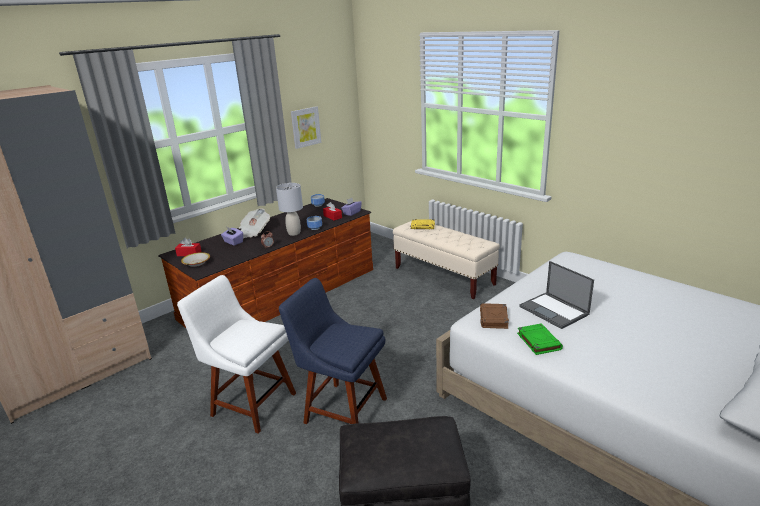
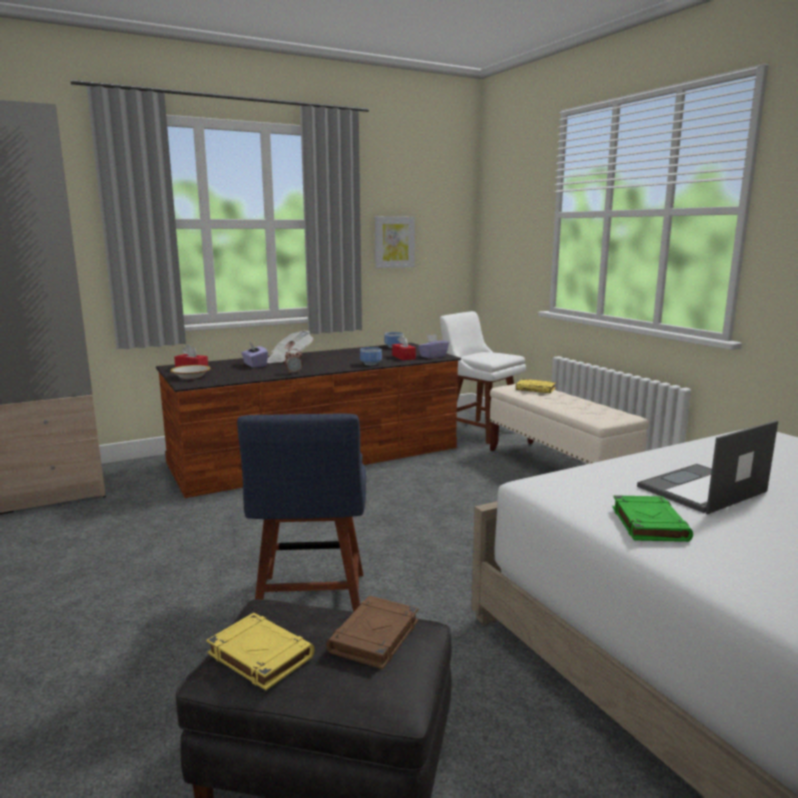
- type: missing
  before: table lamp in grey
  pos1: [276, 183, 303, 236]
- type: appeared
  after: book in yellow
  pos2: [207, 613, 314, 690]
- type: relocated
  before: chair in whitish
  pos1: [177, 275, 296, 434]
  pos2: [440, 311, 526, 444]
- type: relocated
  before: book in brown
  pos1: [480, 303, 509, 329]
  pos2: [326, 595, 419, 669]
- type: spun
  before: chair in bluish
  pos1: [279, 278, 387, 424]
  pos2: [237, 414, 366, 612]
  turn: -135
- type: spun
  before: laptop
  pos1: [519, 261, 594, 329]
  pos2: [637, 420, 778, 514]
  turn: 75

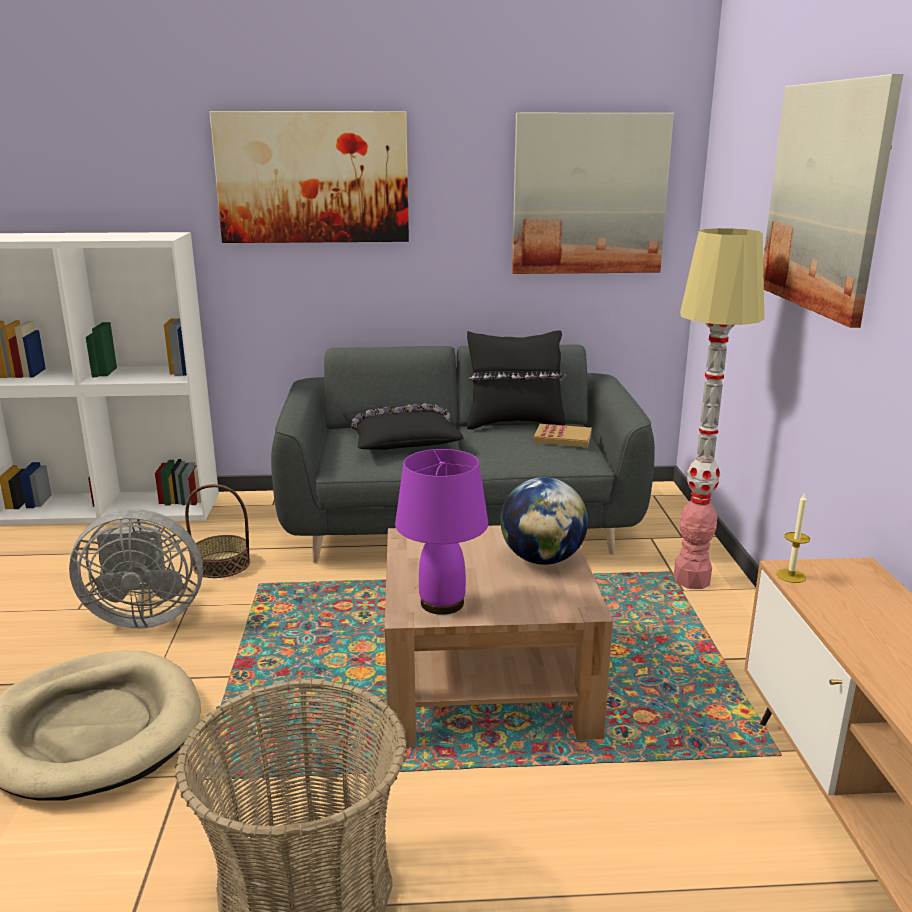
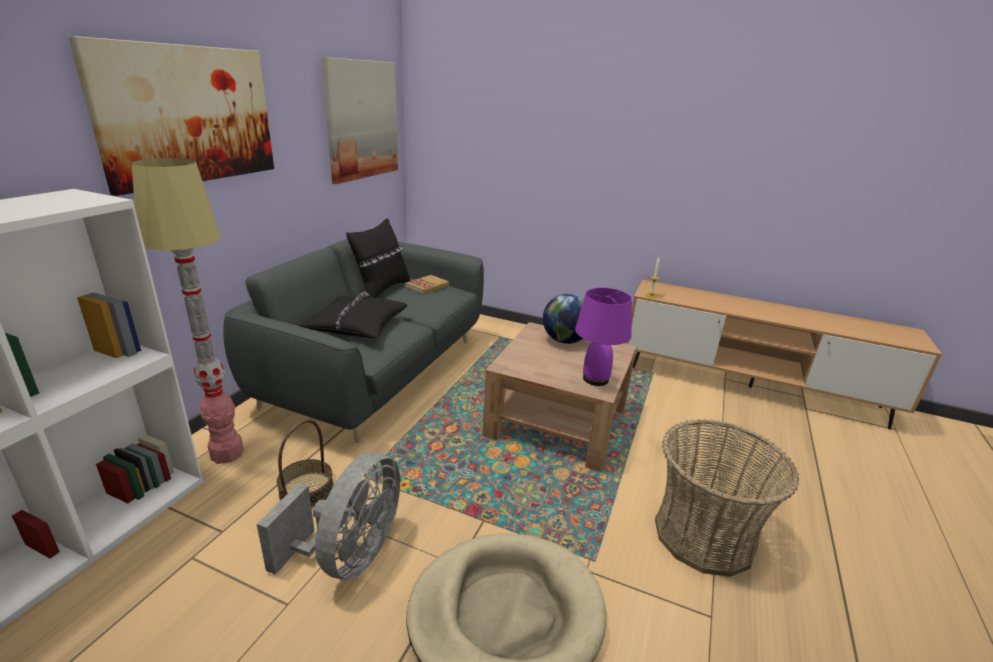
- type: missing
  before: picture
  pos1: [763, 74, 904, 328]
- type: relocated
  before: floor lamp
  pos1: [673, 228, 764, 589]
  pos2: [132, 158, 244, 464]

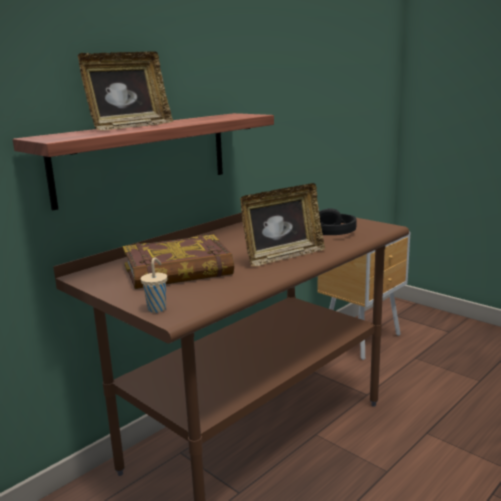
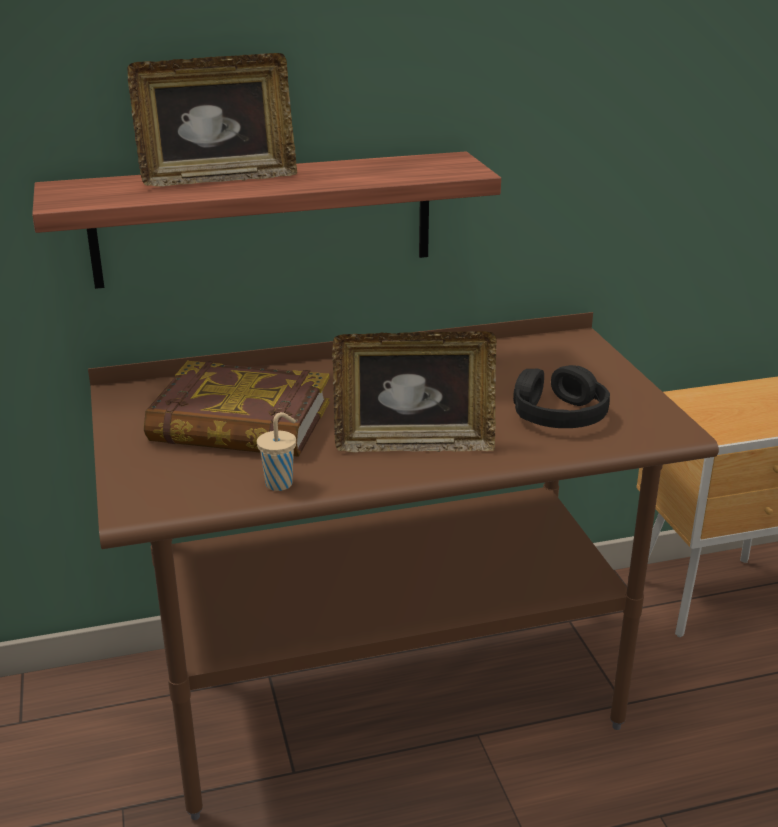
- type: relocated
  before: drinking cup in beige
  pos1: [141, 257, 167, 313]
  pos2: [257, 412, 296, 491]

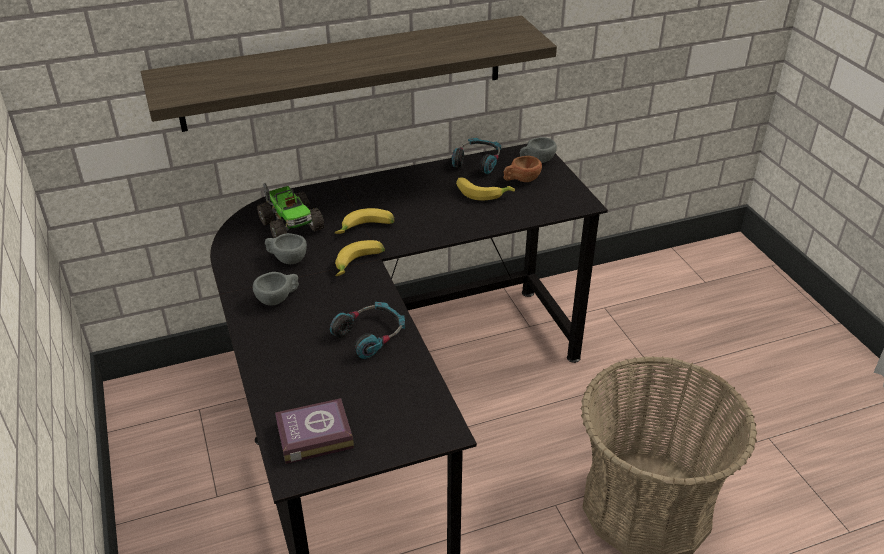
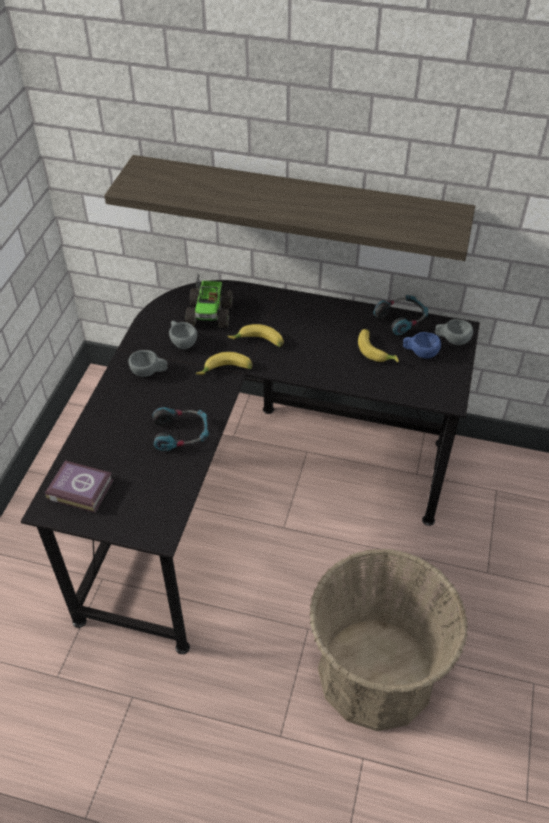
- type: colour
  before: drinking cup in brown
  after: drinking cup in bluish
  pos1: [504, 156, 542, 182]
  pos2: [403, 332, 441, 359]

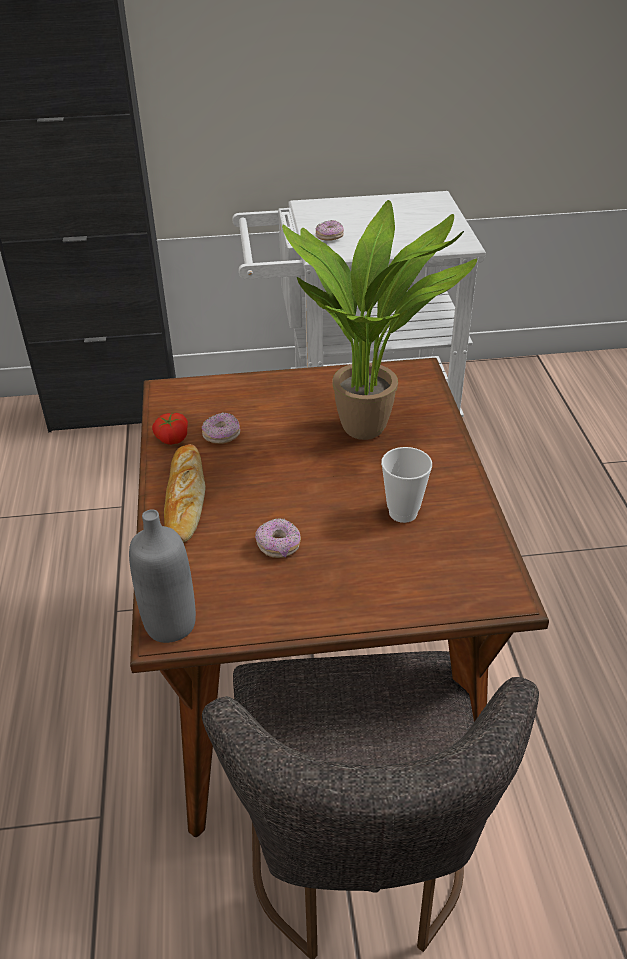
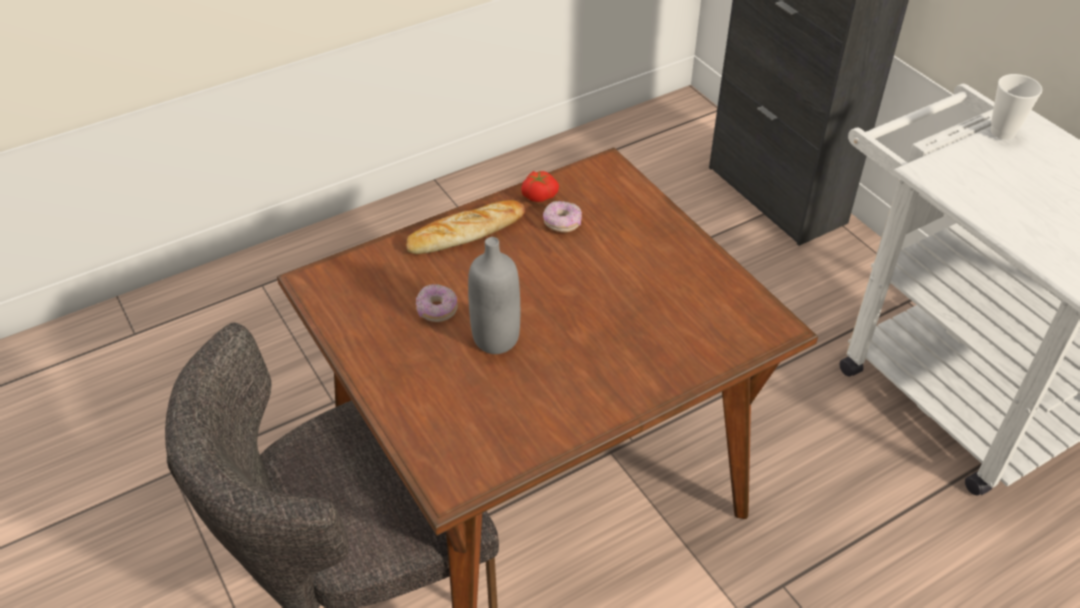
- type: missing
  before: potted plant
  pos1: [282, 200, 477, 440]
- type: missing
  before: ring doughnut
  pos1: [316, 220, 344, 241]
- type: relocated
  before: bottle in grey
  pos1: [129, 509, 196, 643]
  pos2: [468, 237, 520, 354]
- type: relocated
  before: drinking cup
  pos1: [381, 447, 432, 523]
  pos2: [990, 74, 1042, 140]

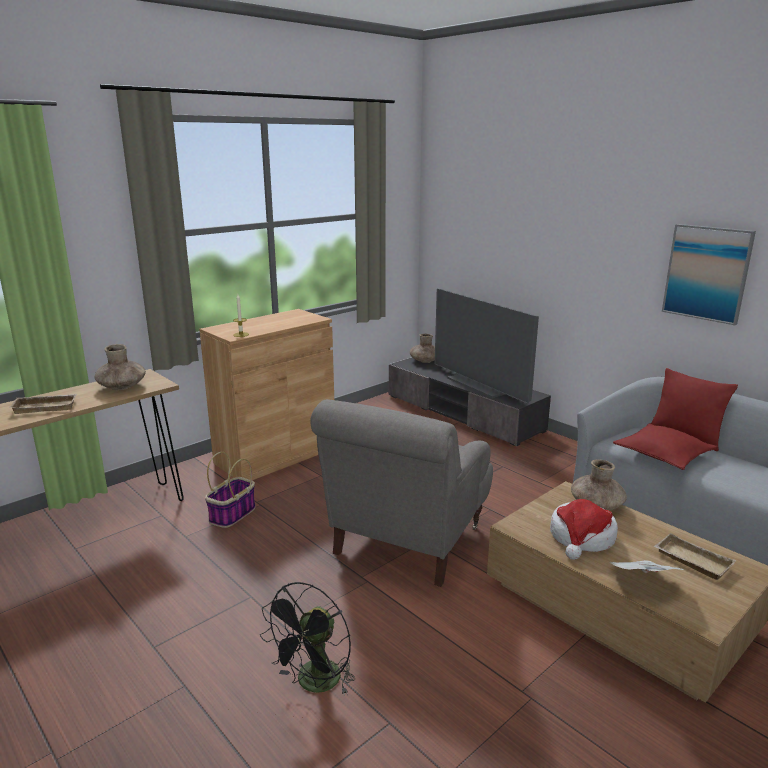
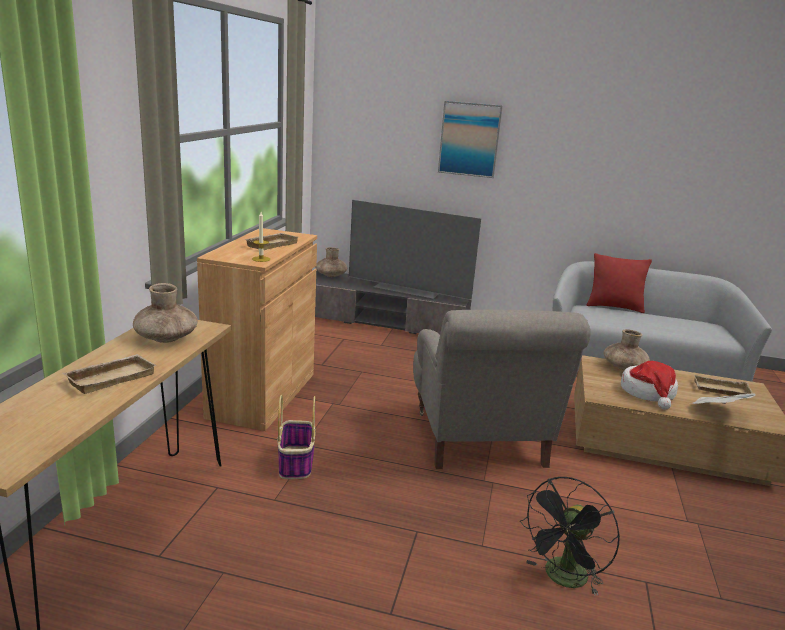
- type: missing
  before: throw pillow in reddish
  pos1: [613, 423, 718, 470]
- type: appeared
  after: tray in beige
  pos2: [244, 233, 298, 250]
- type: relocated
  before: picture
  pos1: [662, 224, 756, 325]
  pos2: [438, 101, 503, 178]
- type: spun
  before: fan in black
  pos1: [260, 582, 355, 696]
  pos2: [520, 477, 620, 596]
  turn: 45

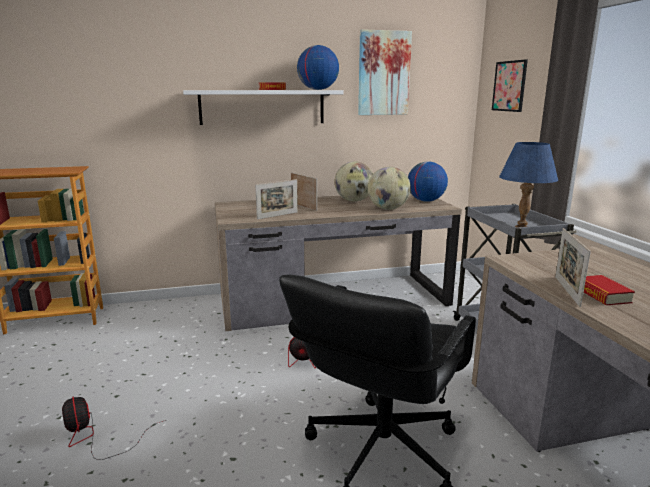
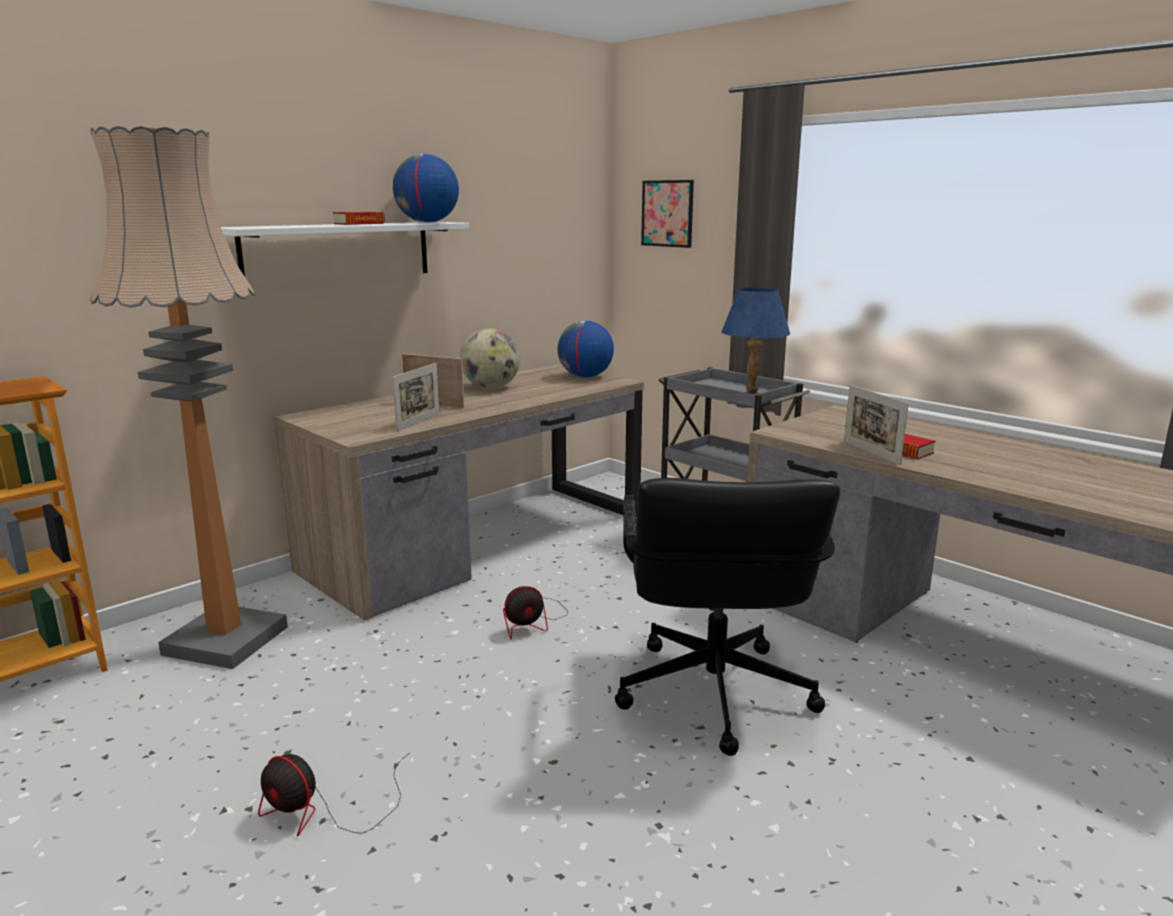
- type: missing
  before: picture
  pos1: [358, 29, 412, 115]
- type: missing
  before: globe
  pos1: [368, 167, 411, 210]
- type: appeared
  after: floor lamp
  pos2: [90, 126, 288, 669]

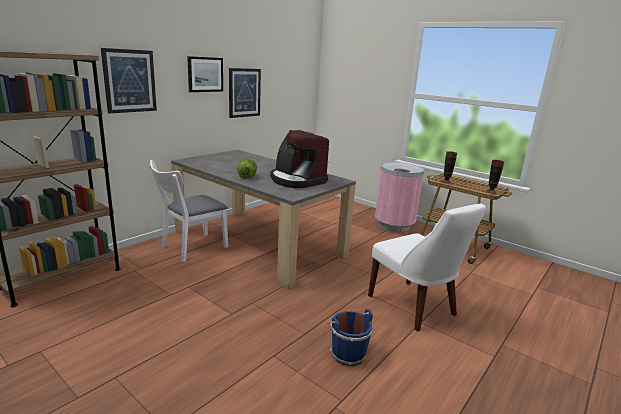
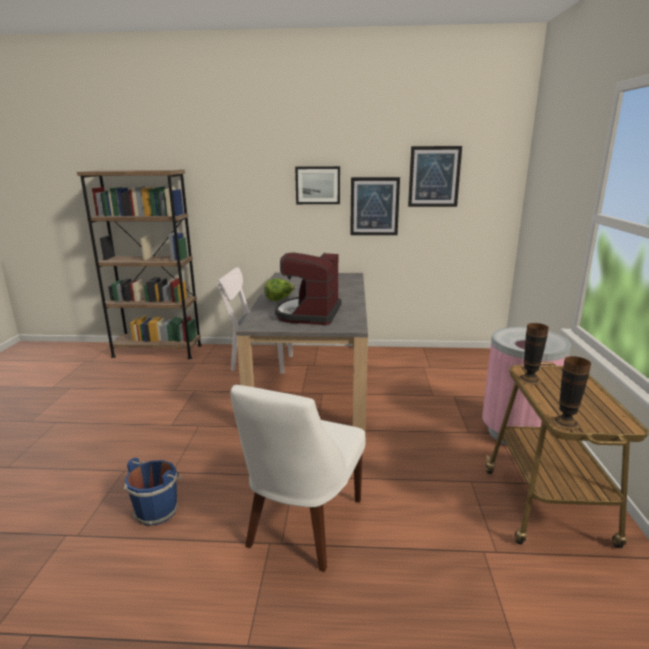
- type: relocated
  before: picture
  pos1: [101, 48, 157, 113]
  pos2: [408, 146, 462, 207]

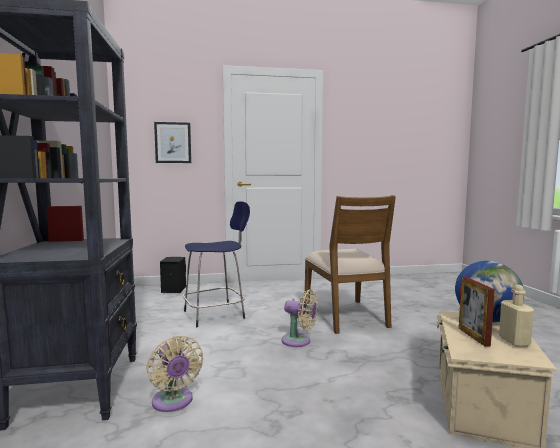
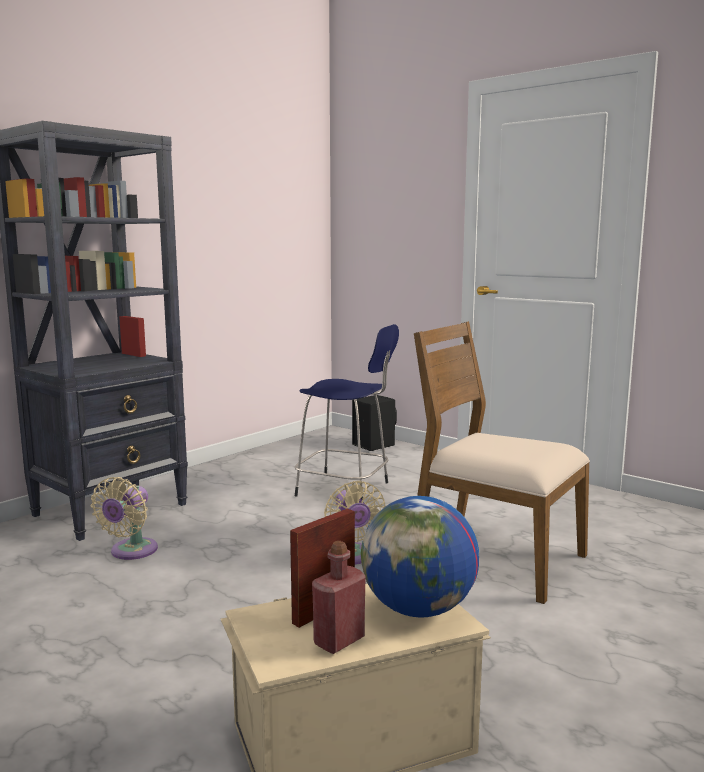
- type: missing
  before: picture
  pos1: [154, 122, 191, 163]
- type: colour
  before: bottle in beige
  after: bottle in reddish
  pos1: [499, 285, 534, 347]
  pos2: [312, 541, 365, 654]
- type: spun
  before: chair in brown
  pos1: [305, 195, 396, 334]
  pos2: [414, 321, 590, 604]
  turn: 90

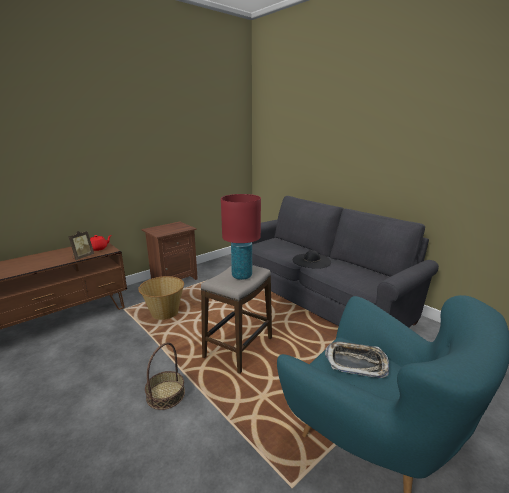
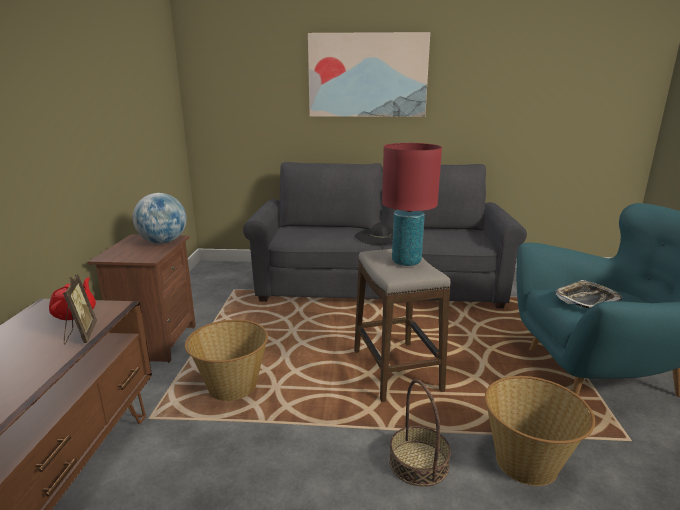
- type: appeared
  after: globe
  pos2: [133, 193, 187, 244]
- type: appeared
  after: picture
  pos2: [308, 32, 430, 117]
- type: appeared
  after: household basket
  pos2: [485, 376, 595, 486]

